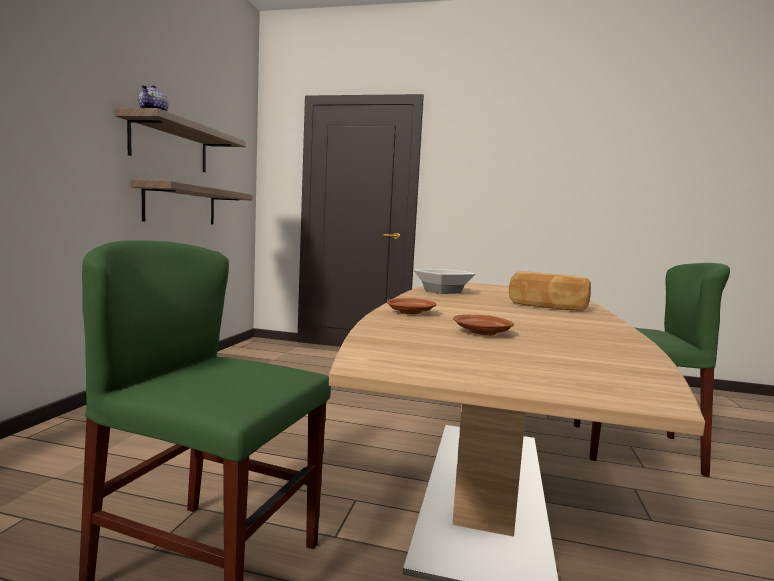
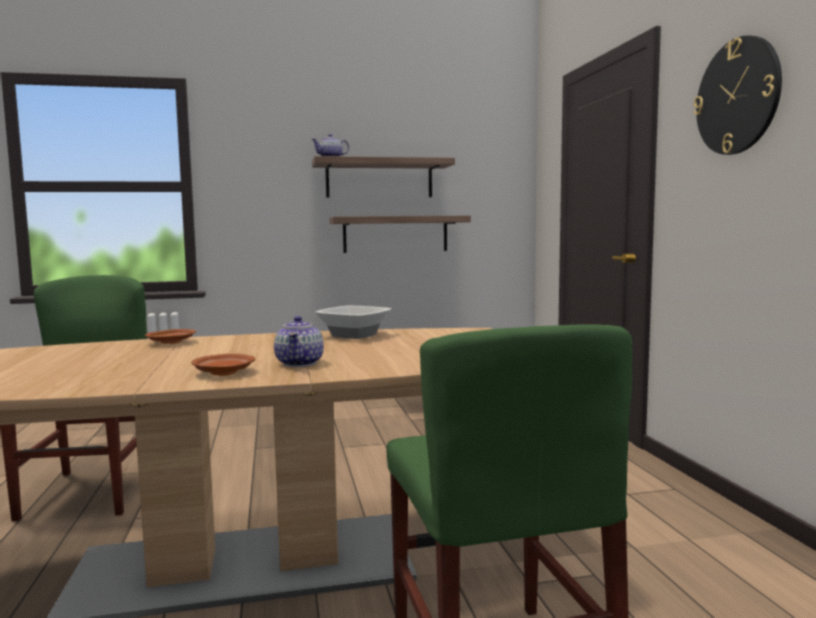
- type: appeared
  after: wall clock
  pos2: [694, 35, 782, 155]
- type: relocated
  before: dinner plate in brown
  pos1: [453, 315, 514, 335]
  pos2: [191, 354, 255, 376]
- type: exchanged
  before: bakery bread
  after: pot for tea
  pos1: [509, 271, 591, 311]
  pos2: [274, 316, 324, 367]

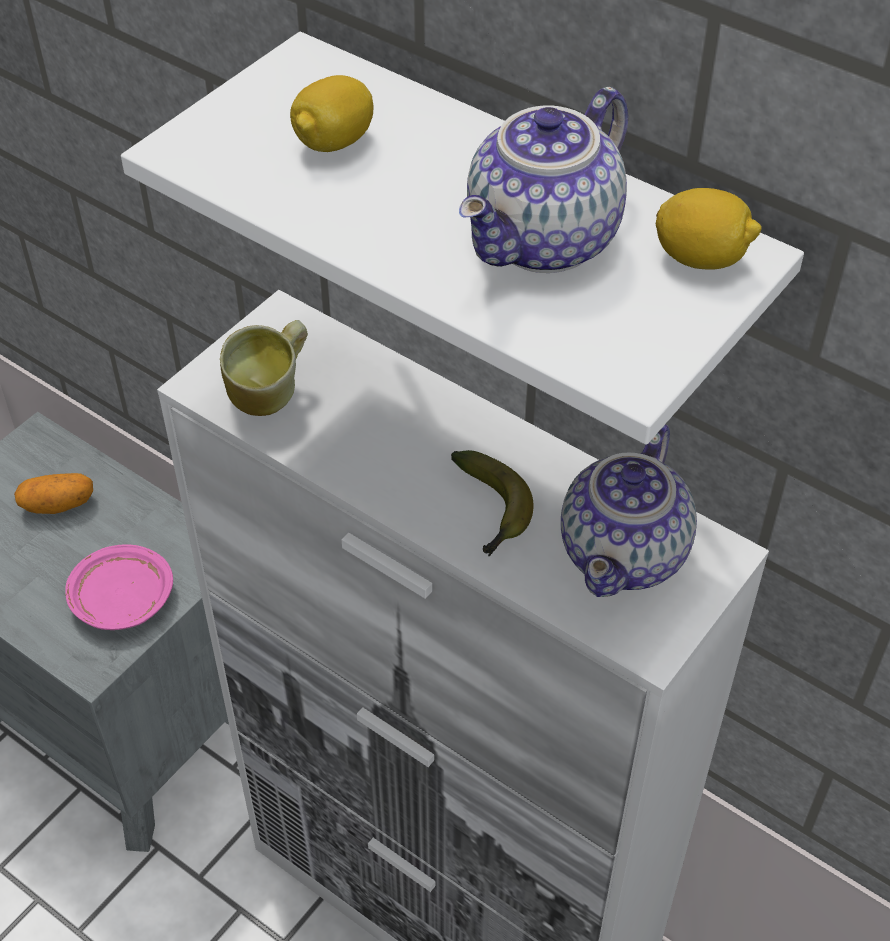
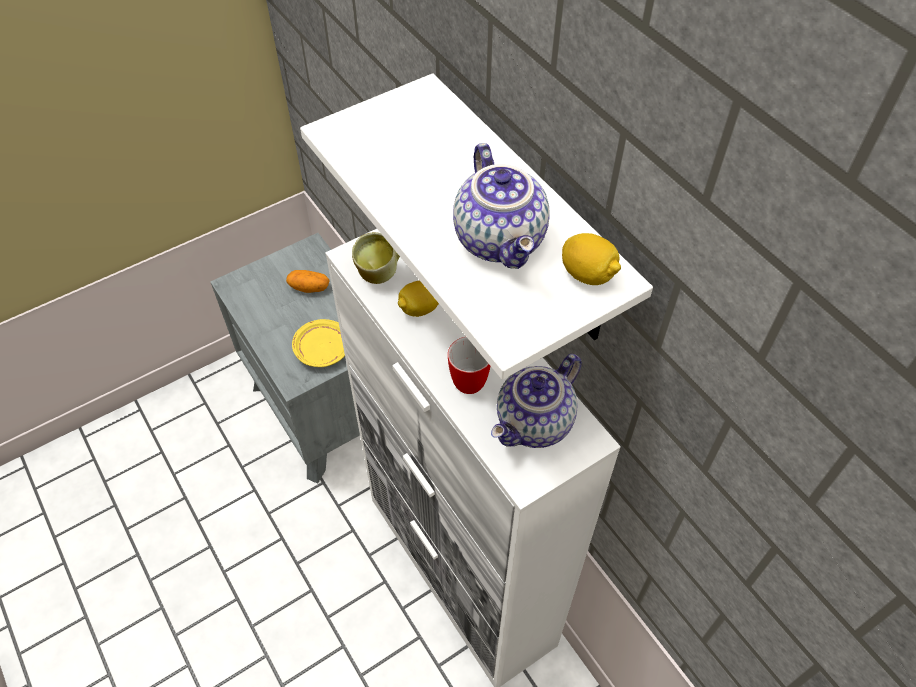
- type: relocated
  before: citrus fruit
  pos1: [290, 75, 374, 152]
  pos2: [398, 280, 439, 317]
- type: exchanged
  before: banana
  after: coffee mug
  pos1: [451, 450, 534, 556]
  pos2: [448, 337, 490, 394]
- type: colour
  before: dinner plate in pink
  after: dinner plate in yellow
  pos1: [65, 545, 173, 630]
  pos2: [292, 319, 345, 367]
- type: spun
  before: pot for tea
  pos1: [459, 87, 629, 273]
  pos2: [453, 143, 550, 269]
  turn: -75

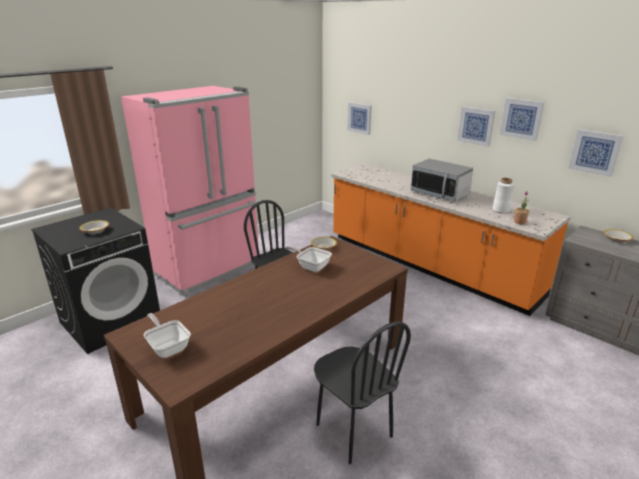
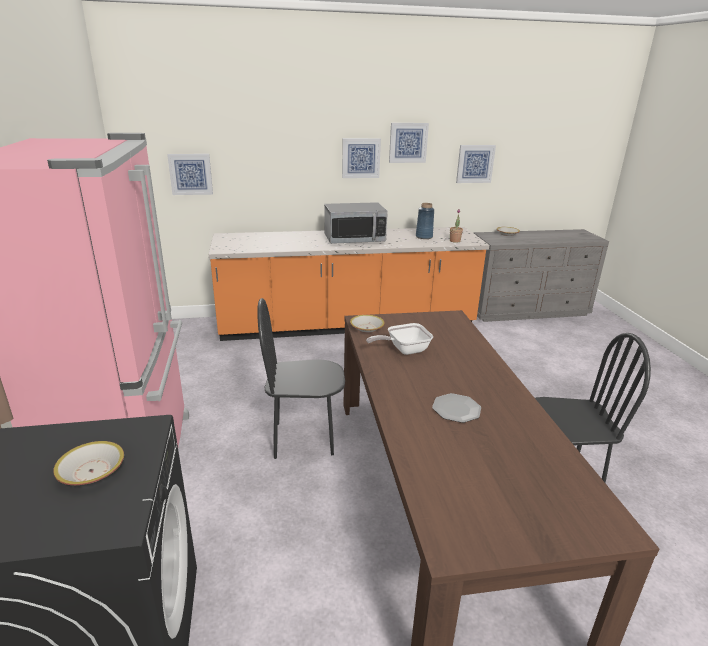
- type: missing
  before: pan
  pos1: [144, 313, 191, 358]
- type: appeared
  after: dinner plate
  pos2: [432, 393, 481, 423]
- type: colour
  before: vase in whitish
  after: vase in bluish
  pos1: [492, 178, 514, 213]
  pos2: [416, 203, 434, 239]

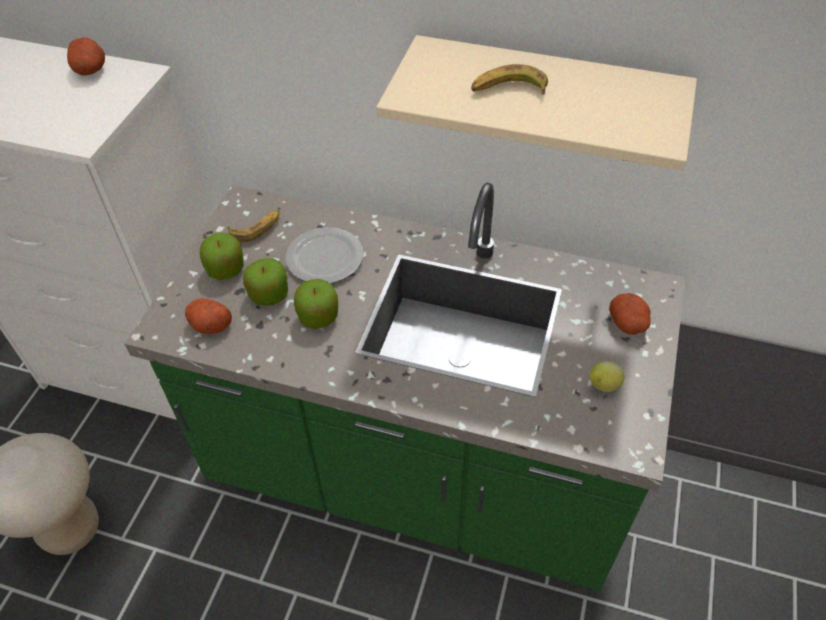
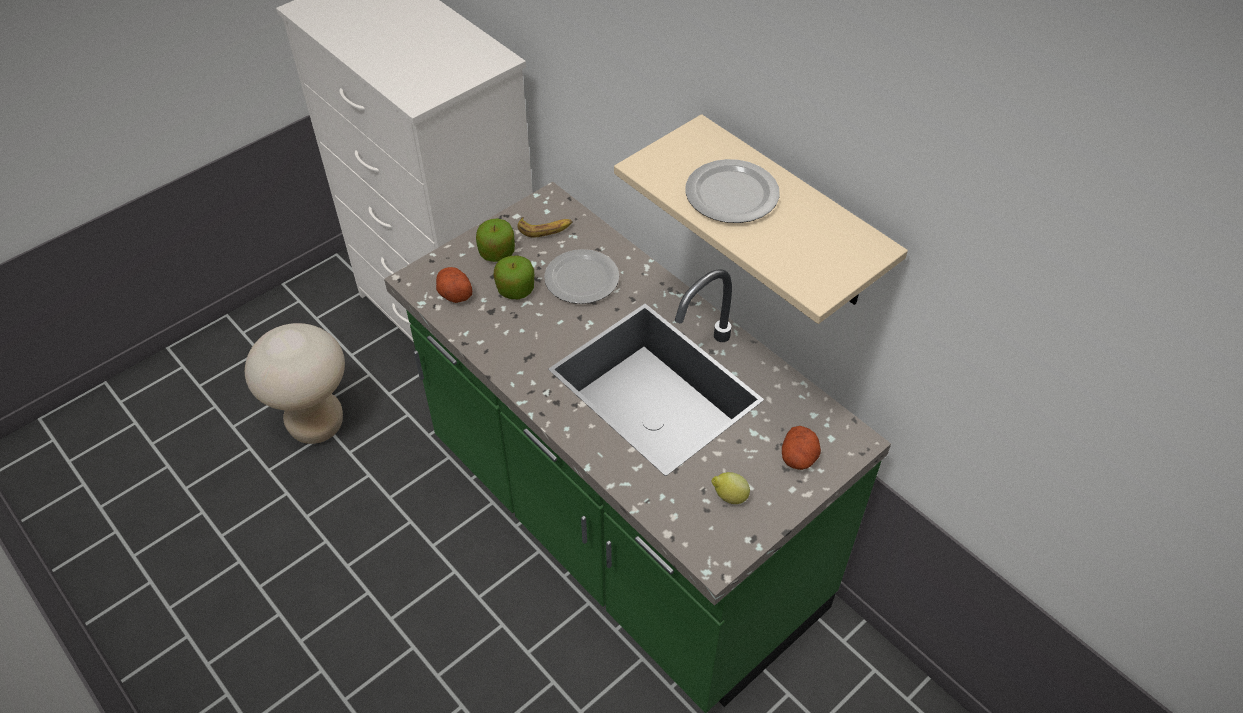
- type: missing
  before: potato
  pos1: [67, 38, 105, 75]
- type: missing
  before: apple
  pos1: [294, 279, 338, 329]
- type: exchanged
  before: banana
  after: dinner plate
  pos1: [471, 64, 548, 95]
  pos2: [685, 159, 780, 223]

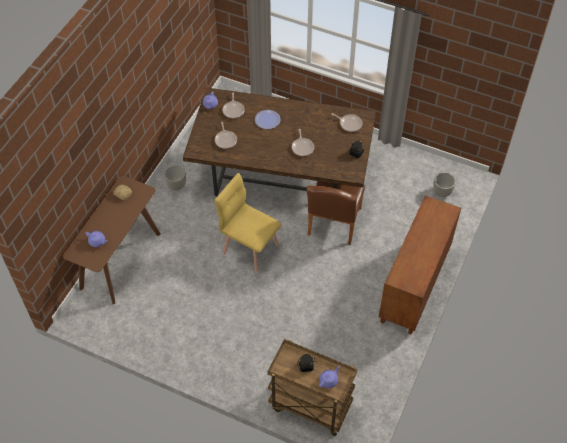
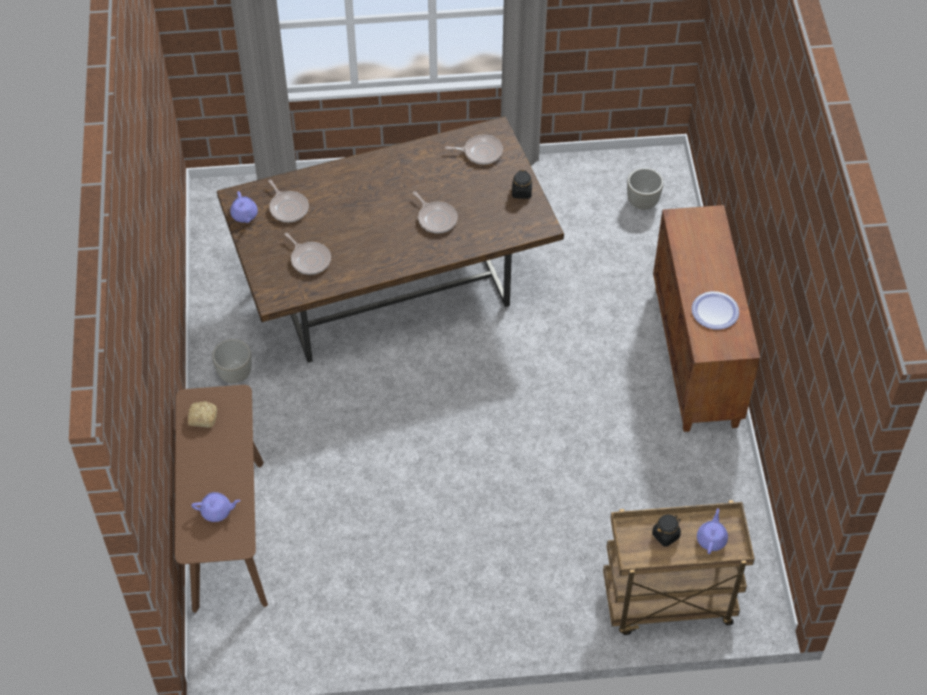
- type: missing
  before: chair in yellow
  pos1: [214, 173, 282, 272]
- type: missing
  before: chair in brown
  pos1: [307, 181, 365, 245]
- type: relocated
  before: dinner plate
  pos1: [255, 110, 281, 129]
  pos2: [692, 291, 739, 329]

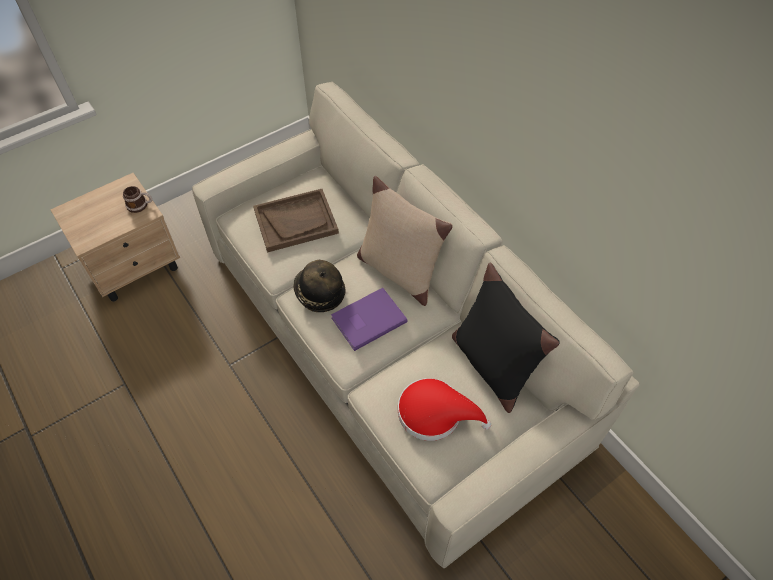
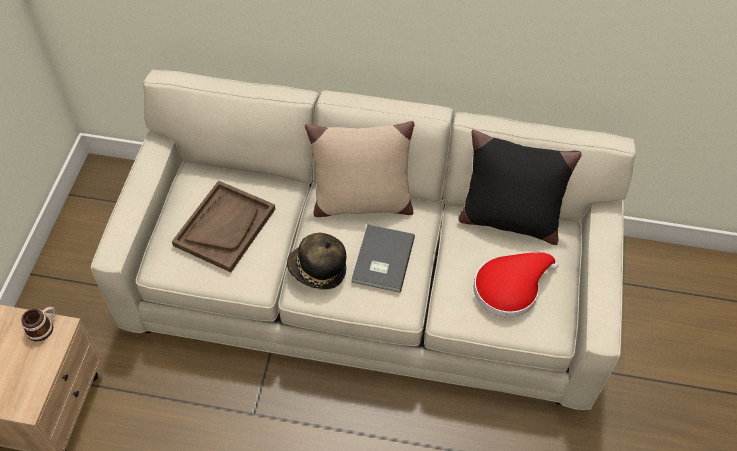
- type: colour
  before: book in purple-coloured
  after: book in grey
  pos1: [331, 288, 407, 351]
  pos2: [352, 224, 415, 293]

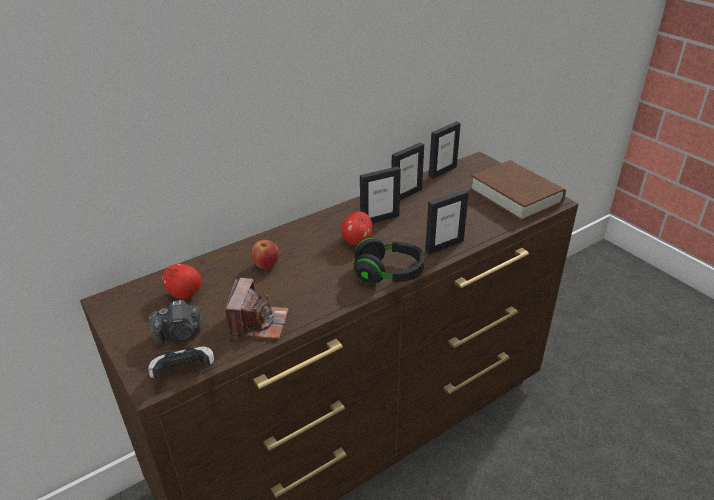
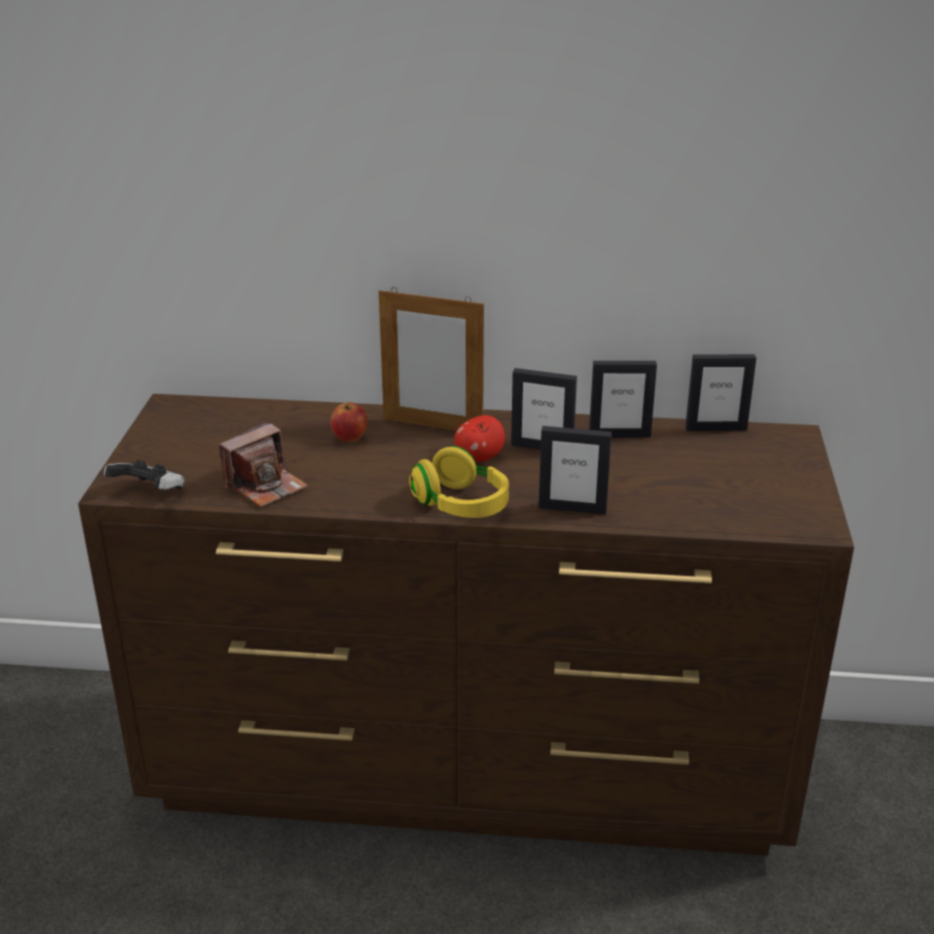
- type: missing
  before: photo camera
  pos1: [149, 300, 202, 345]
- type: missing
  before: apple
  pos1: [162, 264, 201, 299]
- type: missing
  before: book in brown
  pos1: [470, 160, 566, 222]
- type: appeared
  after: standing frame
  pos2: [379, 287, 484, 431]
- type: colour
  before: pair of headphones in black
  after: pair of headphones in yellow
  pos1: [354, 238, 425, 284]
  pos2: [409, 446, 509, 518]

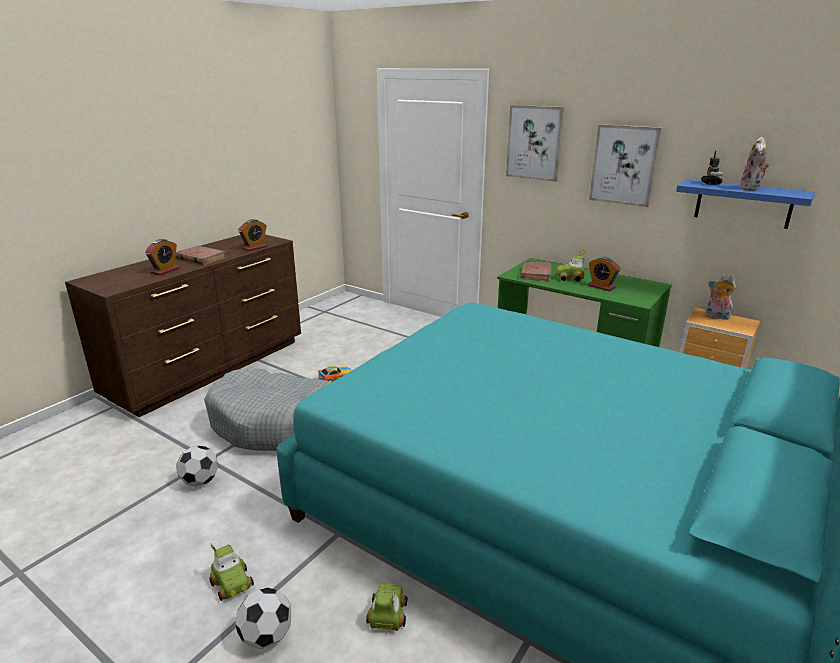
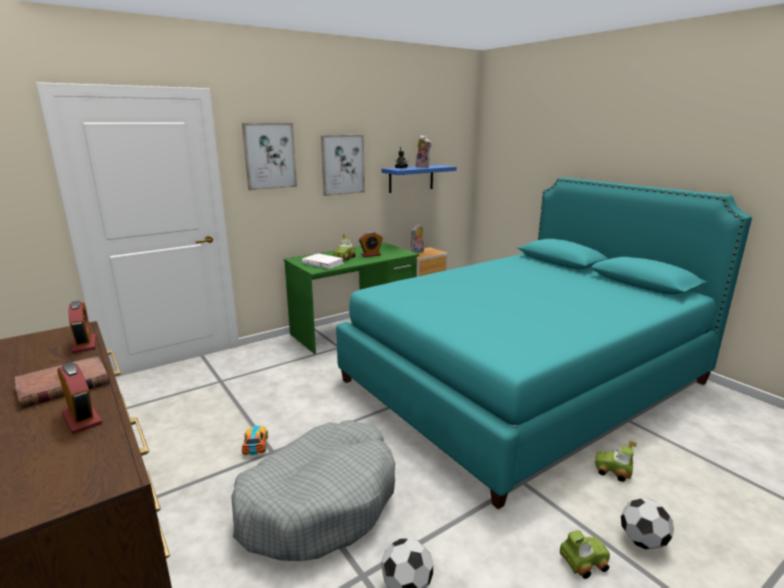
- type: colour
  before: book in brown
  after: book in whitish
  pos1: [520, 261, 552, 281]
  pos2: [302, 253, 344, 269]

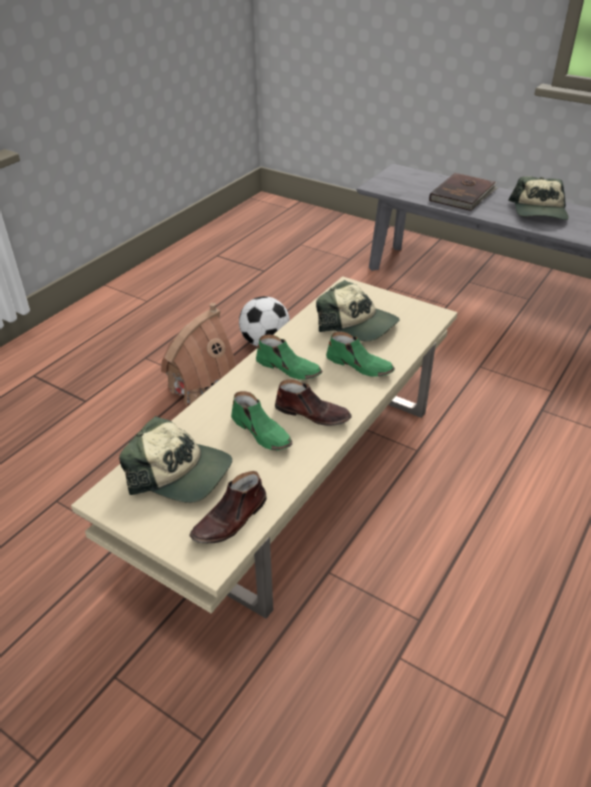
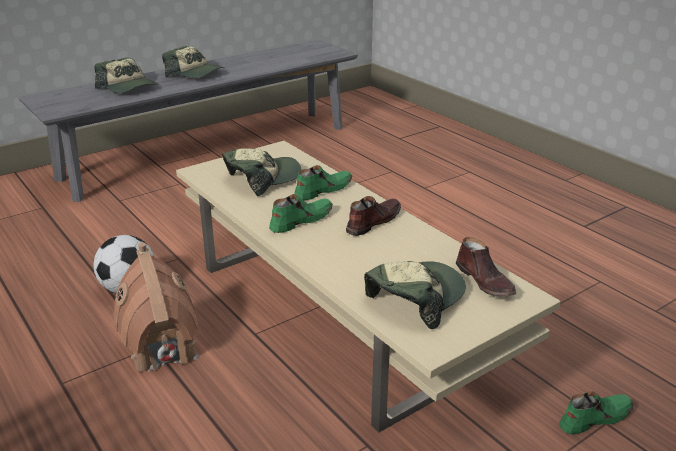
- type: relocated
  before: item of footwear in green
  pos1: [231, 391, 292, 451]
  pos2: [559, 391, 634, 434]
- type: exchanged
  before: book in brown
  after: peaked cap
  pos1: [429, 173, 499, 211]
  pos2: [94, 57, 158, 93]

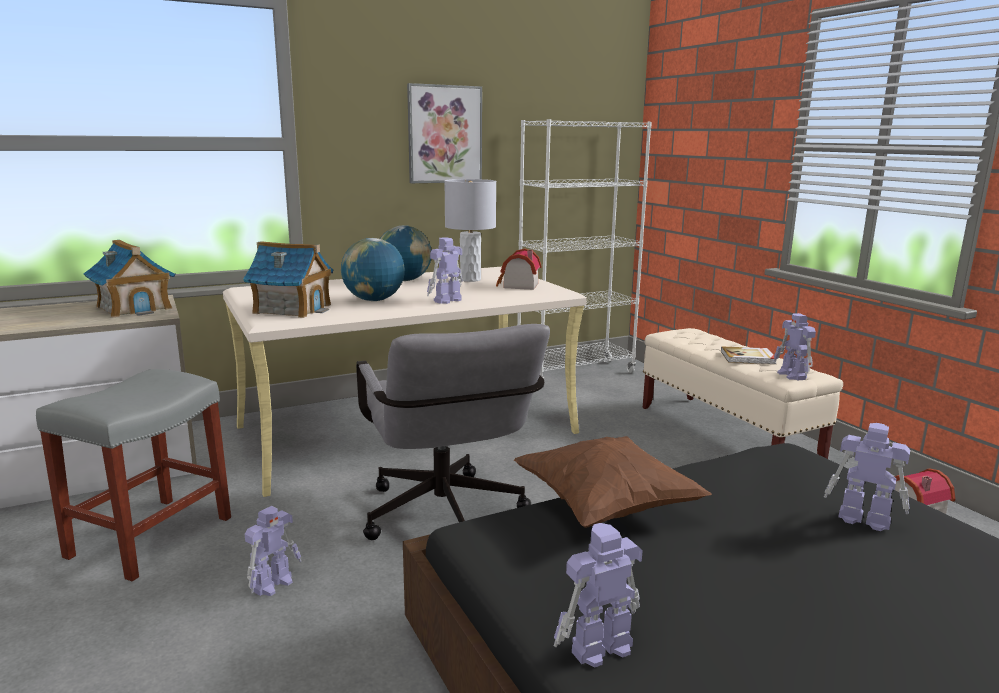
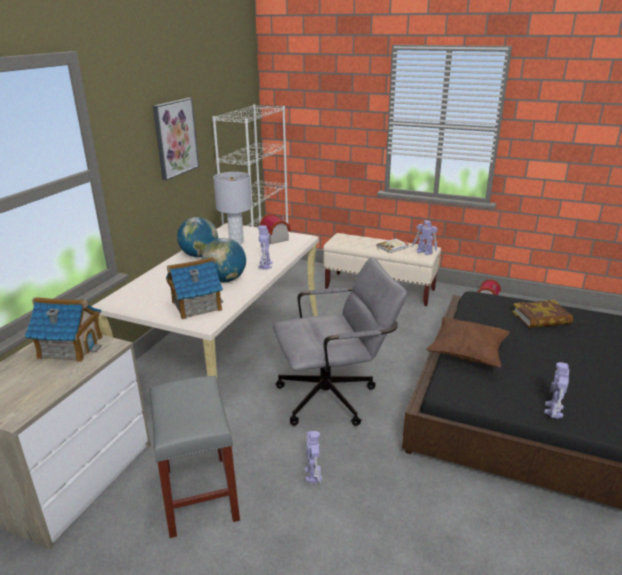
- type: exchanged
  before: toy robot
  after: book
  pos1: [824, 423, 910, 531]
  pos2: [512, 300, 573, 328]
- type: spun
  before: computer chair in grey
  pos1: [356, 324, 550, 540]
  pos2: [273, 257, 407, 426]
  turn: -45

